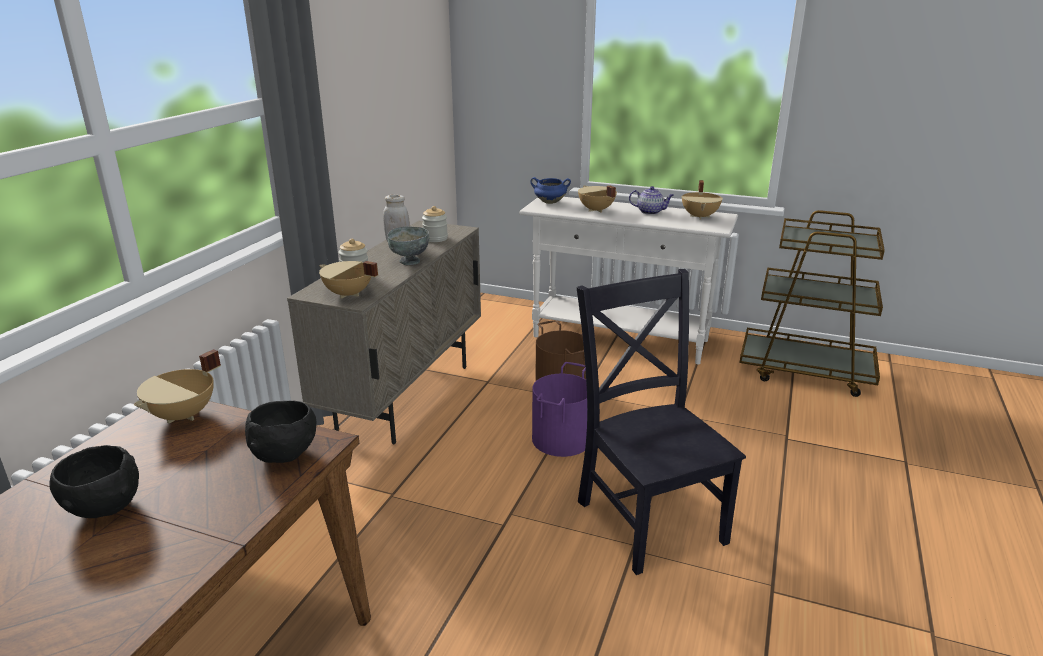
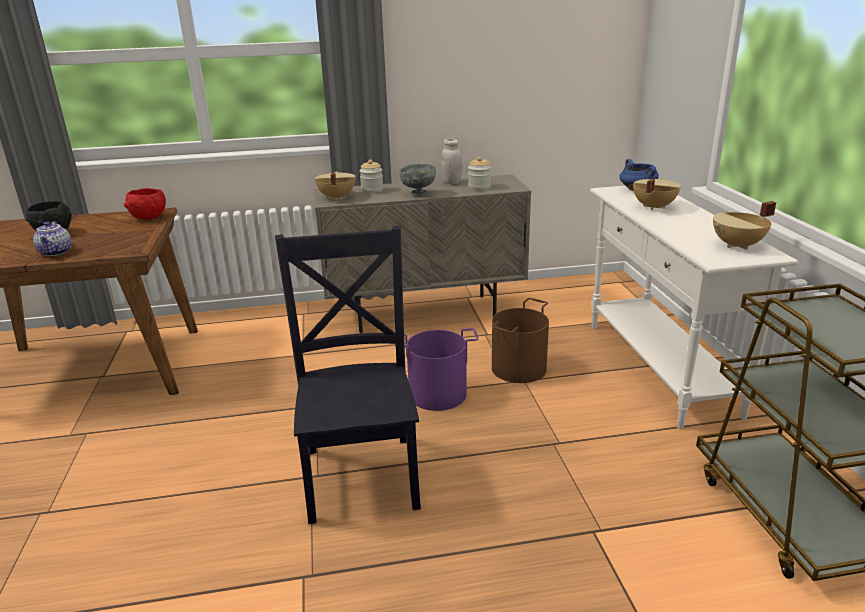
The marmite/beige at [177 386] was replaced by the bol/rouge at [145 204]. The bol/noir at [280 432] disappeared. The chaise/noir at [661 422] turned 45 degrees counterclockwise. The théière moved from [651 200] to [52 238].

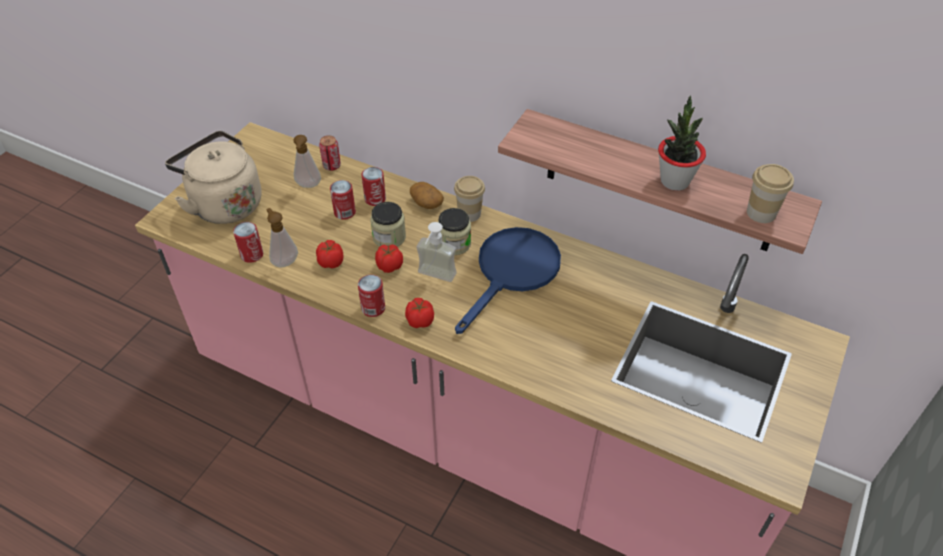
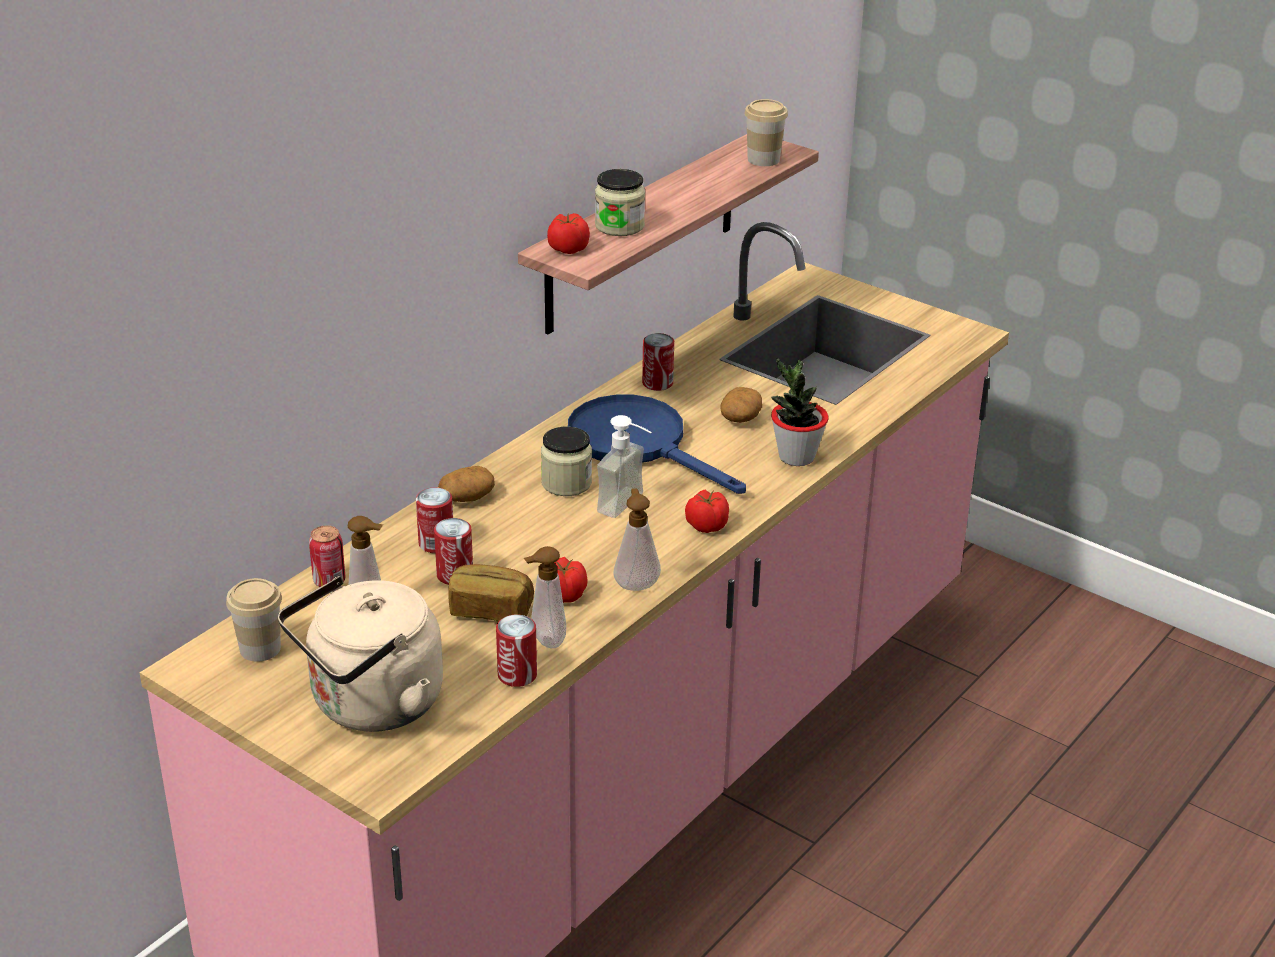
The boîte métallique moved from [371 296] to [658 362]. The bocal moved from [388 224] to [620 202]. The tomate moved from [389 258] to [568 233]. The tasse moved from [469 199] to [254 620]. The plante en pot moved from [682 143] to [800 412]. The pain at [491 593] appeared. The distributeur de savon at [637 539] appeared. The pomme de terre at [741 405] appeared.

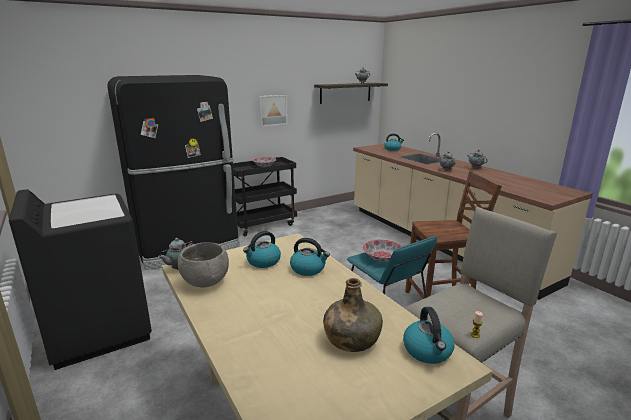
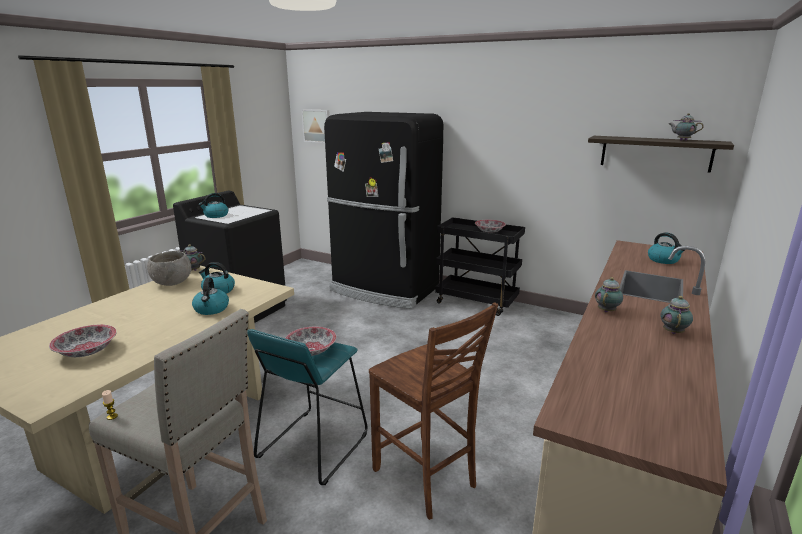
The tableau moved from [273 110] to [316 126]. The bouteille/vert at [353 315] was replaced by the bol at [83 341]. The bouilloire moved from [428 335] to [213 205].

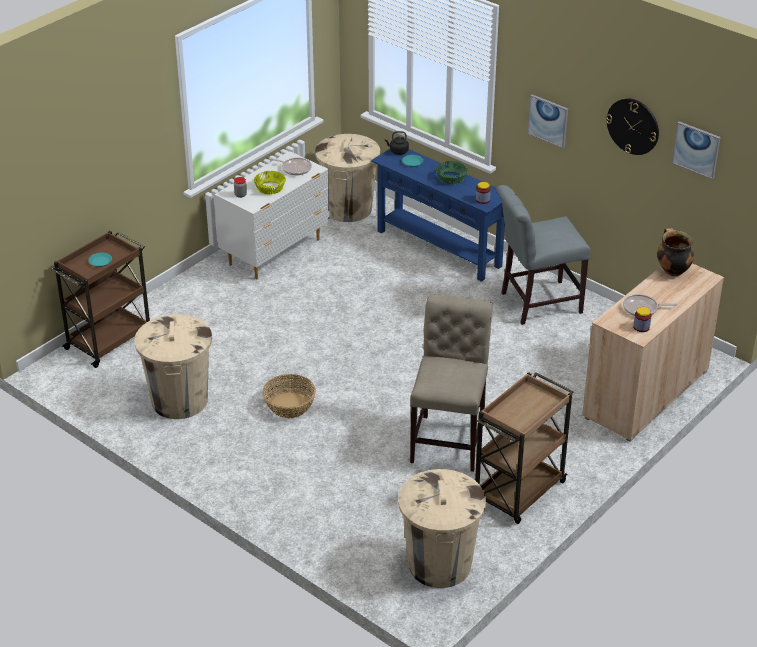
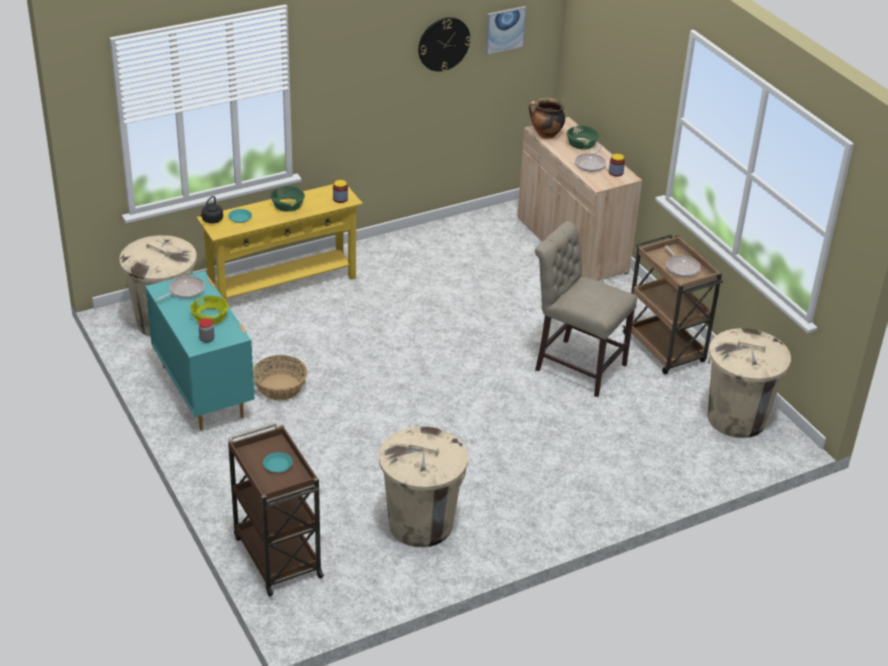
The commode/blanc at [272 215] became the commode/turquoise at [200 350]. The panier moved from [289 396] to [280 377]. The table console/bleu at [438 215] became the table console/jaune at [279 242]. The chaise/gris at [543 255] disappeared. The tableau at [548 121] disappeared. The bol/vert at [583 137] appeared. The poêle at [683 261] appeared.

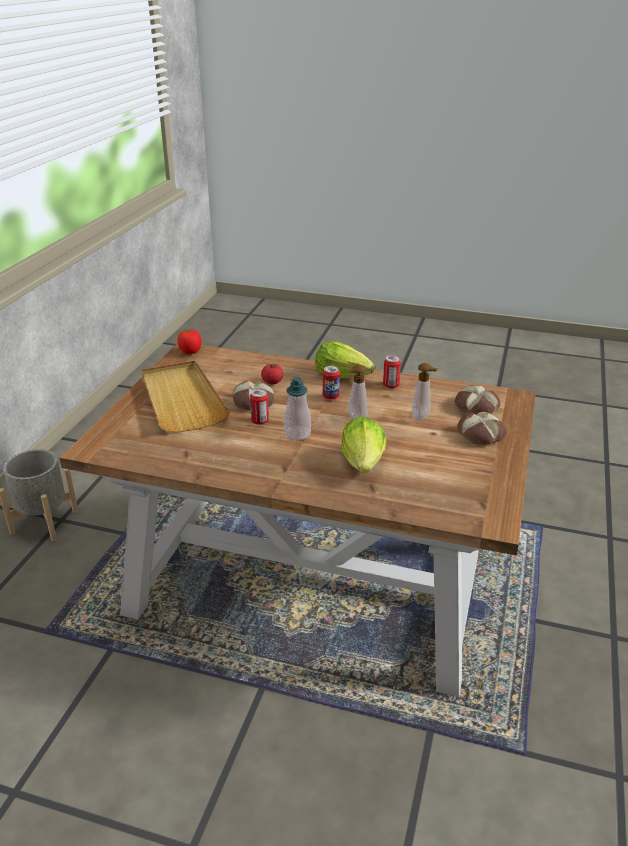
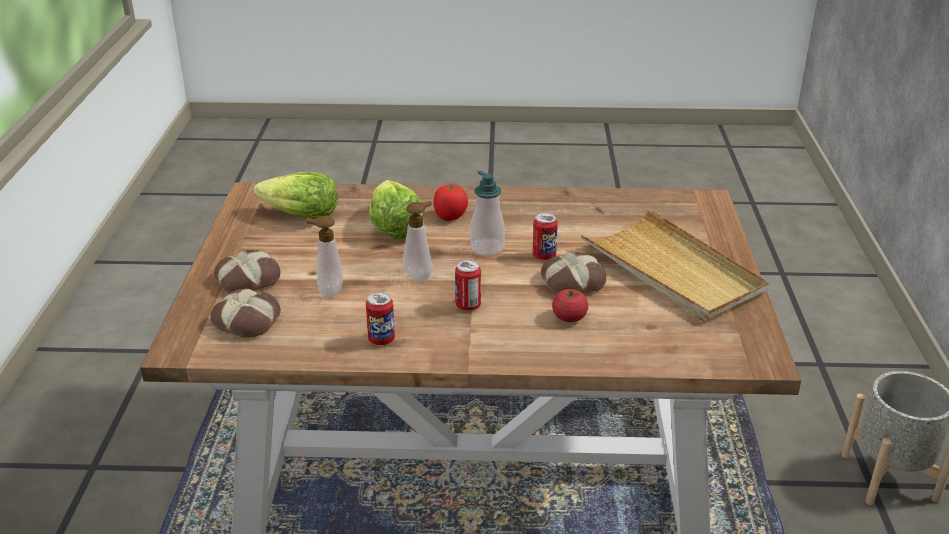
The tomate moved from [189 341] to [451 202]. The laitue moved from [345 359] to [295 195].

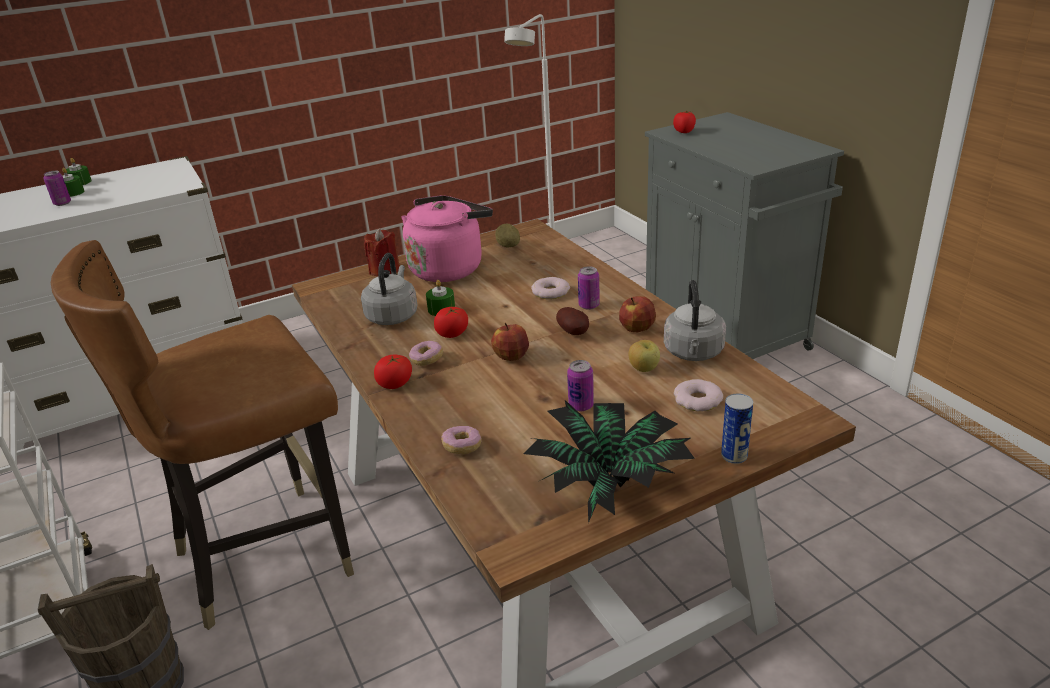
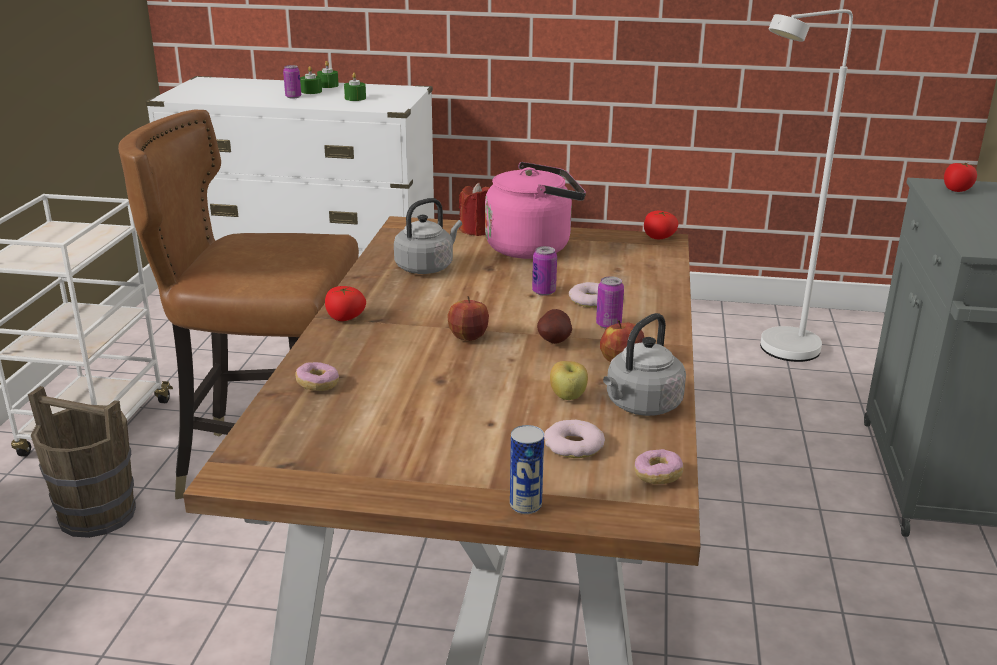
The beignet moved from [426 353] to [659 466]. The bougie/vert moved from [440 298] to [355 87]. The tomate moved from [451 322] to [661 225]. The pomme de terre at [507 236] disappeared. The plante en pot at [609 461] disappeared. The boîte métallique moved from [580 385] to [544 271].

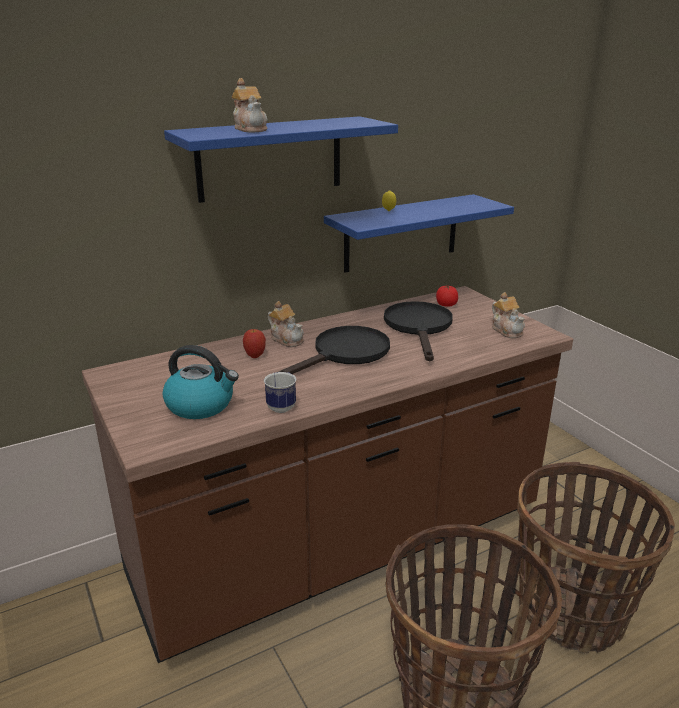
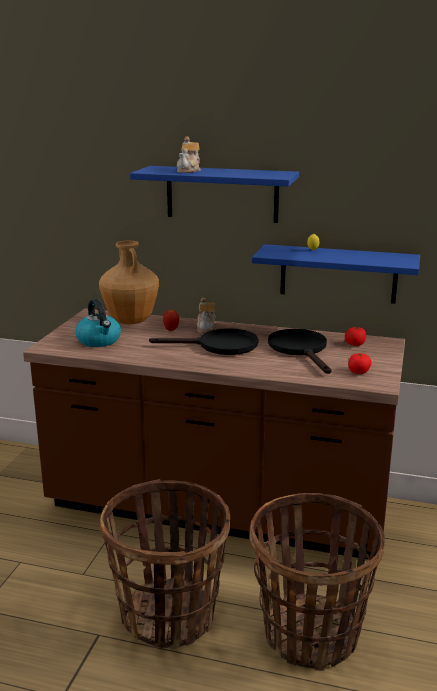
The mug at [280 392] disappeared. The poêle/noir at [418 331] turned 60 degrees counterclockwise. The théière at [508 315] was replaced by the tomate at [359 363]. The vase/marron at [129 282] appeared.

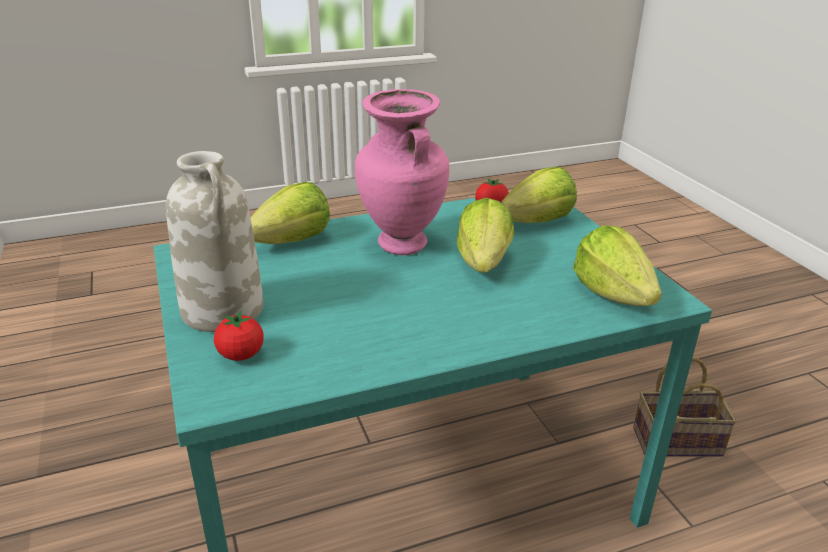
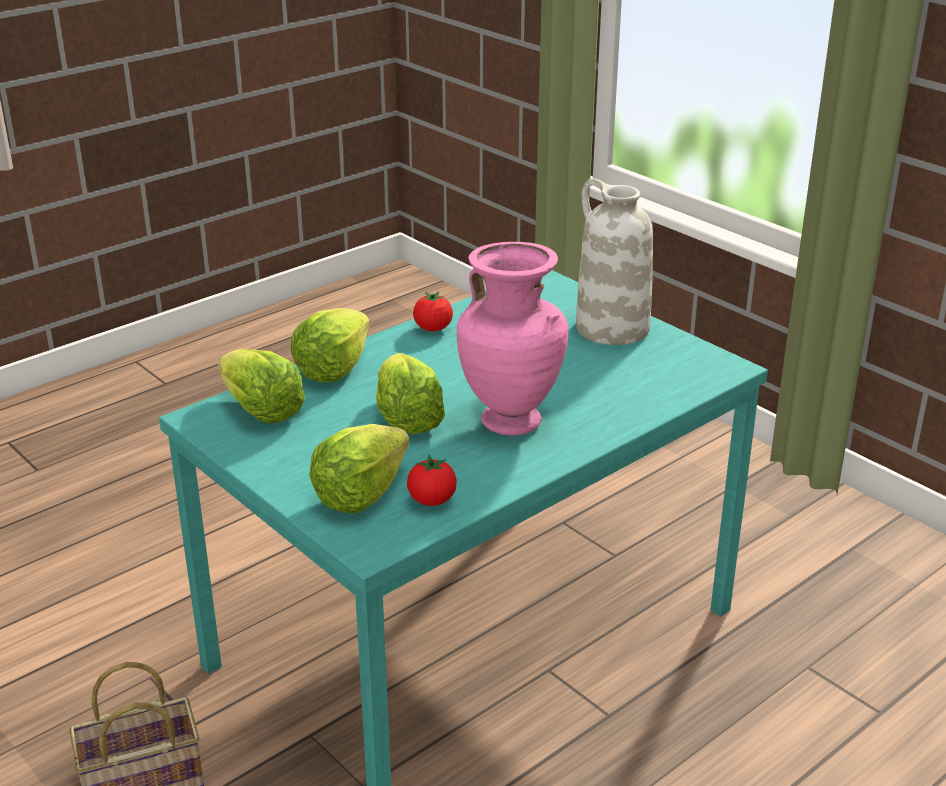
The tomate moved from [239 336] to [433 311]. The laitue moved from [290 213] to [330 345].

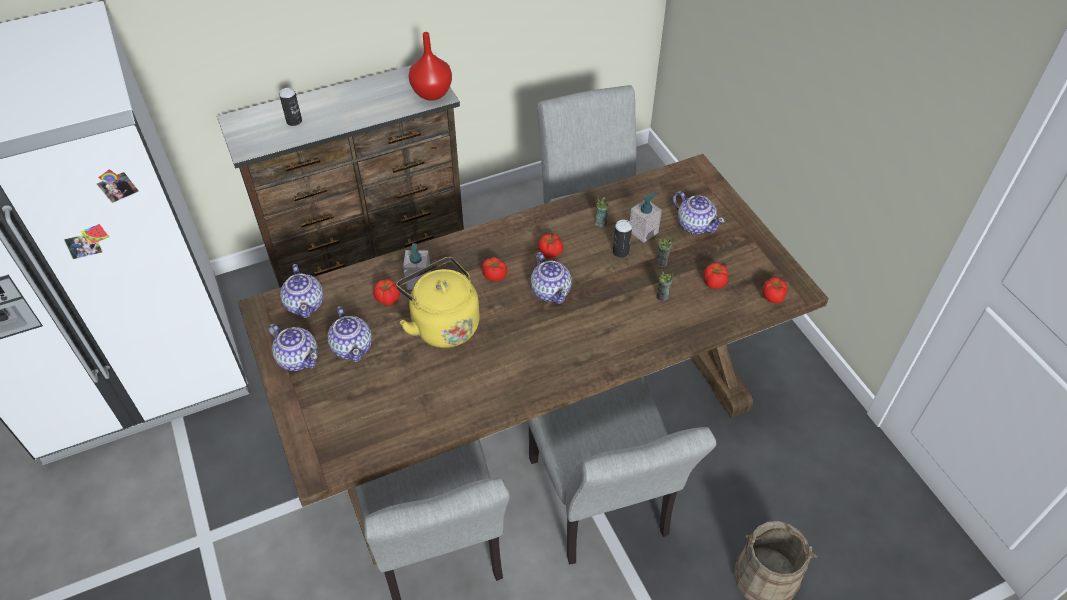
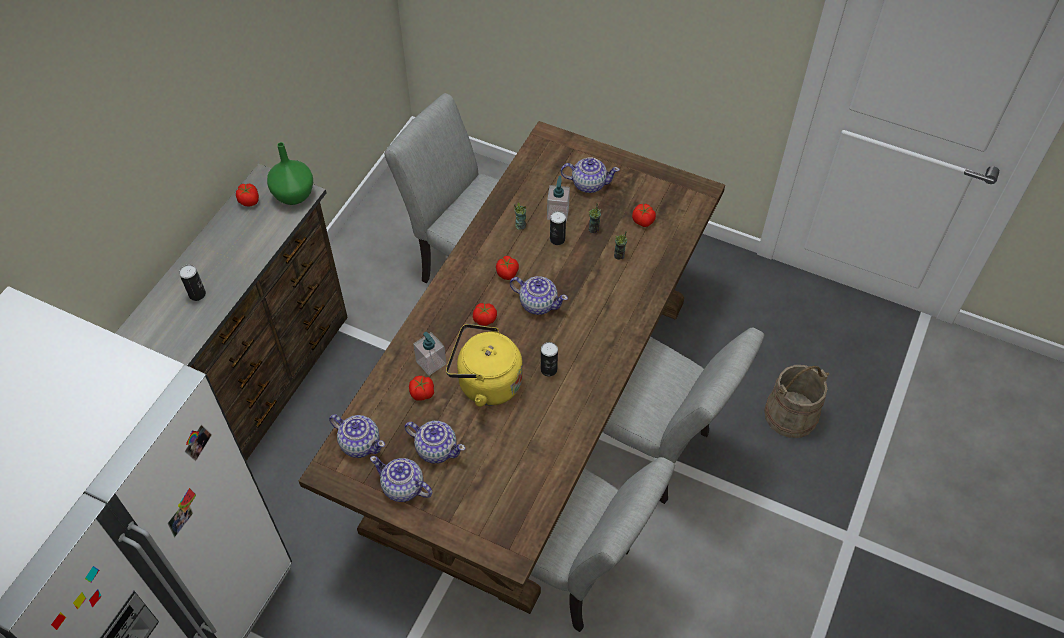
The théière at [293 347] turned 150 degrees counterclockwise. The vase/rouge at [430 66] became the vase/vert at [290 173]. The tomate moved from [775 290] to [247 195]. The boîte métallique at [549 359] appeared.

